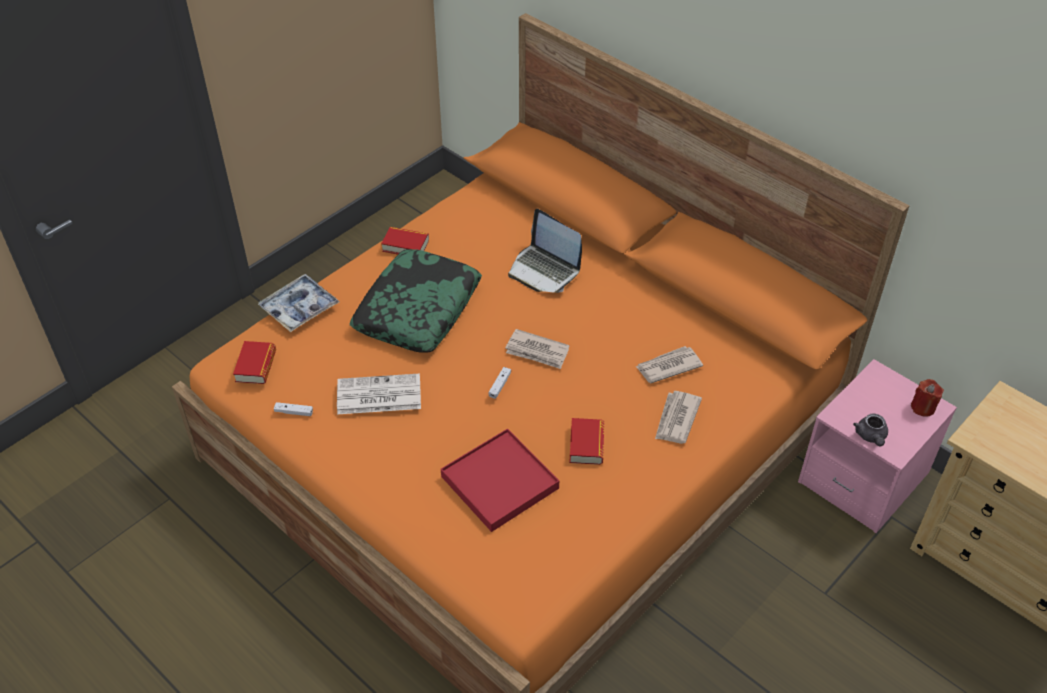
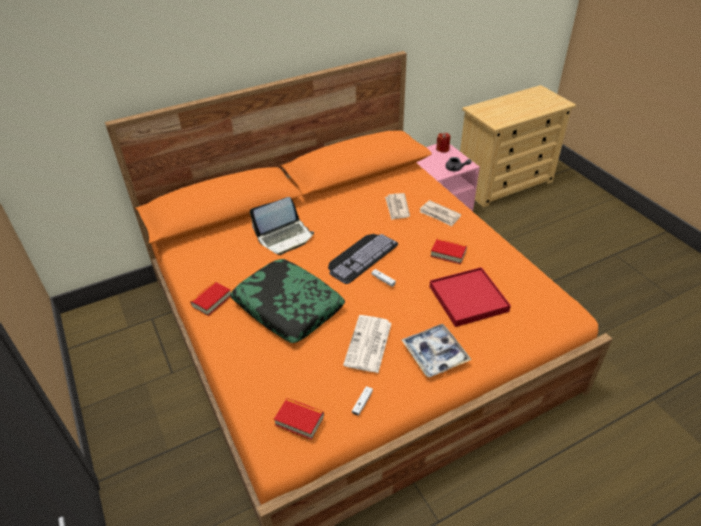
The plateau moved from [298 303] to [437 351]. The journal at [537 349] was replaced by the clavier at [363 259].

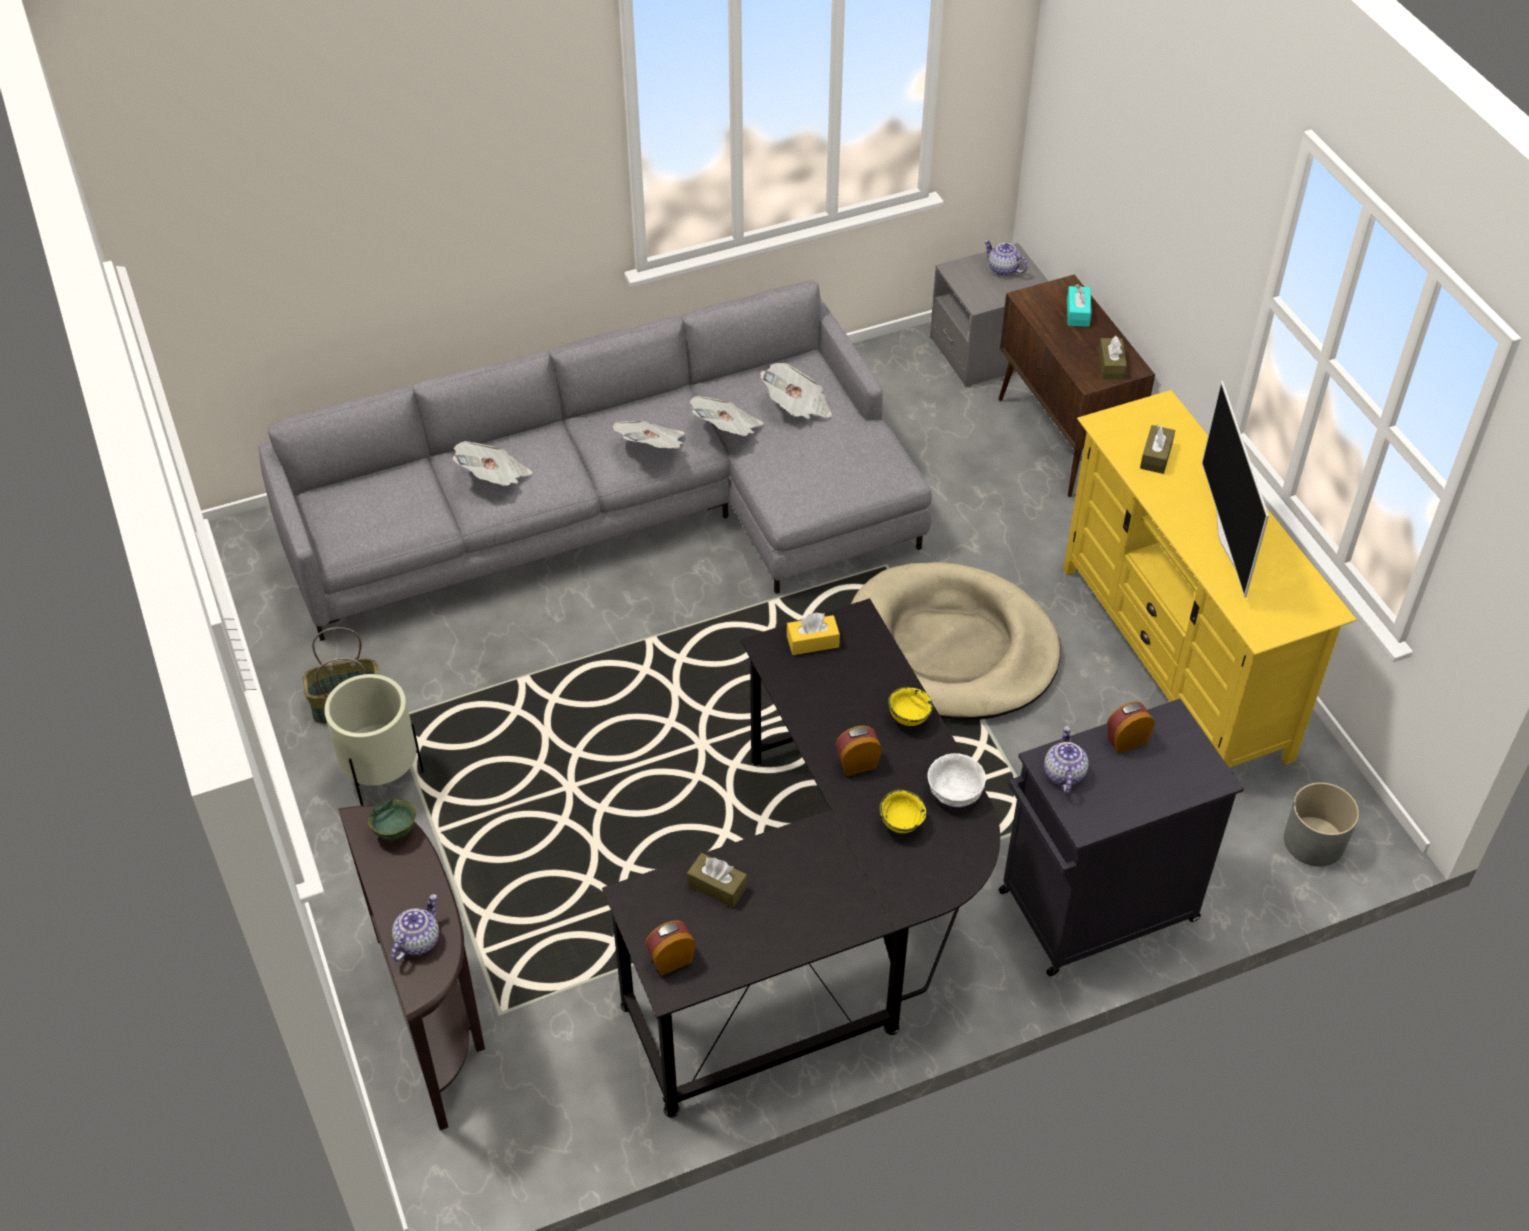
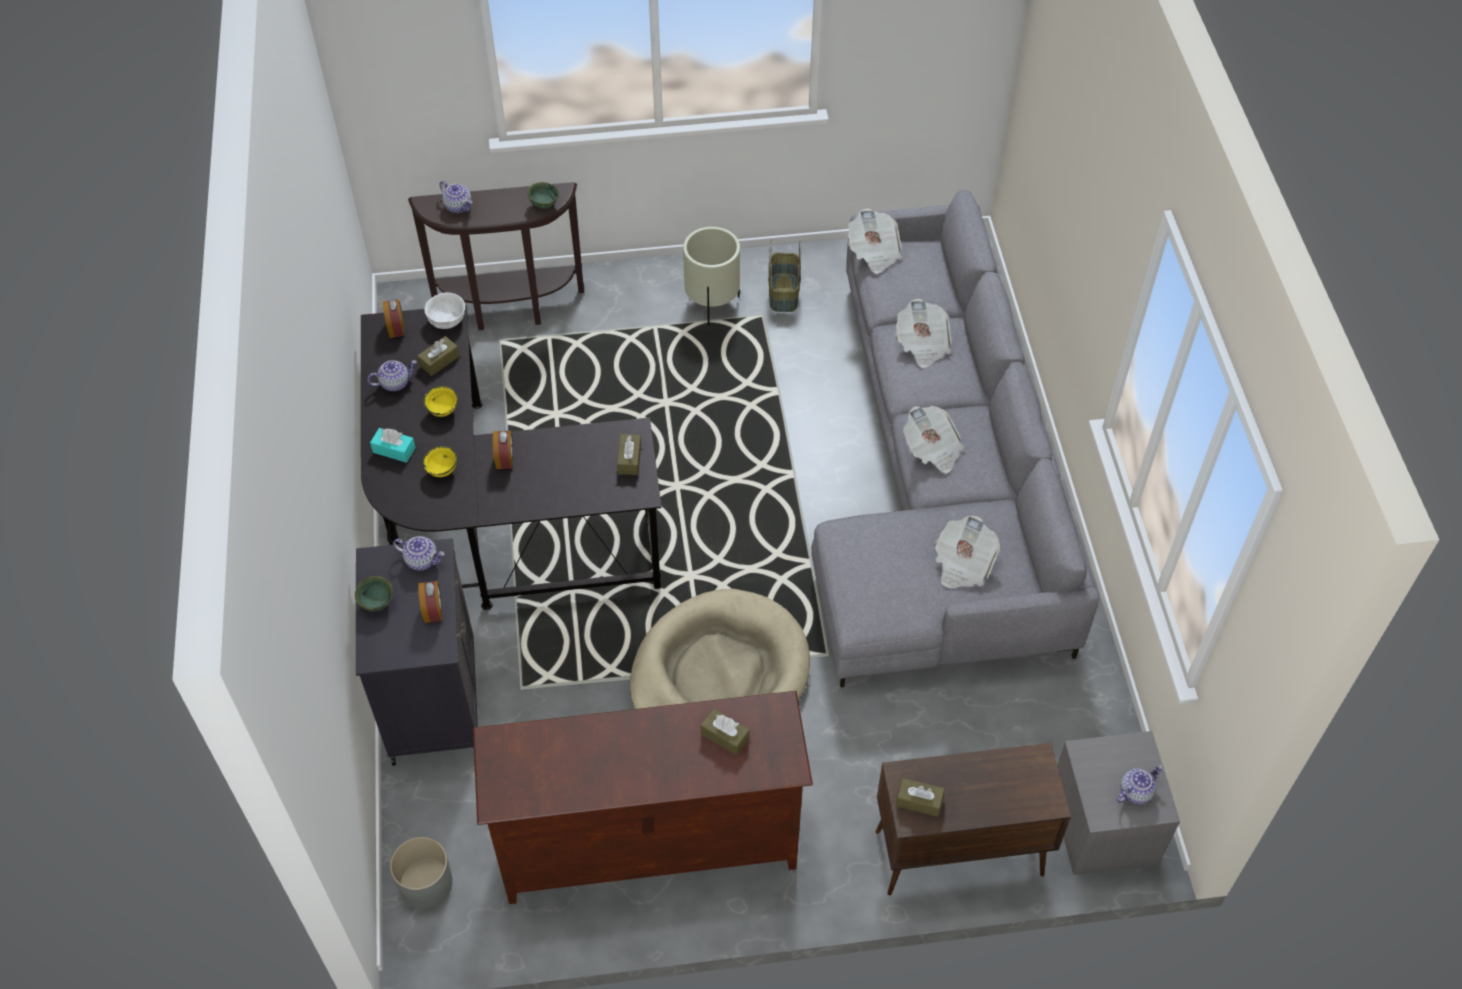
The journal moved from [727 416] to [875 241]. The boîte à mouchoirs/jaune at [813 634] became the boîte à mouchoirs/marron at [629 454]. The bol/jaune moved from [910 706] to [440 401]. The bol/blanc moved from [956 780] to [445 310]. The meuble télé/jaune at [1210 579] became the meuble télé/marron at [643 797]. The boîte à mouchoirs/turquoise moved from [1079 305] to [393 445]. The téléviseur at [1235 489] disappeared. The bol/vert at [374 593] appeared. The théière at [392 375] appeared.

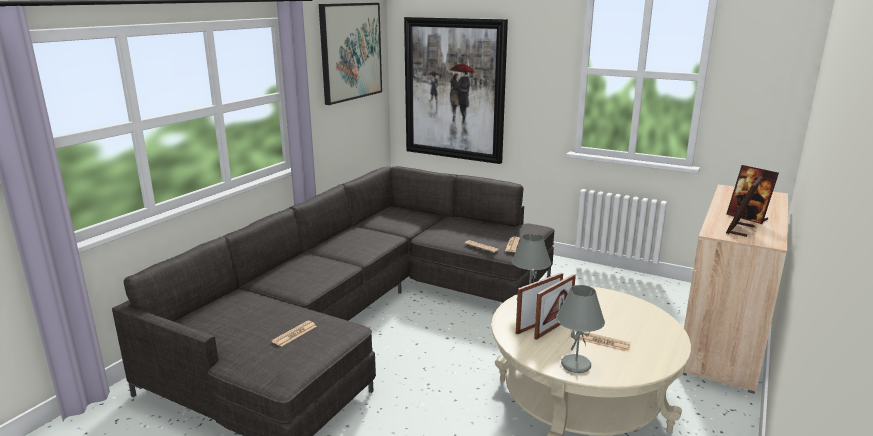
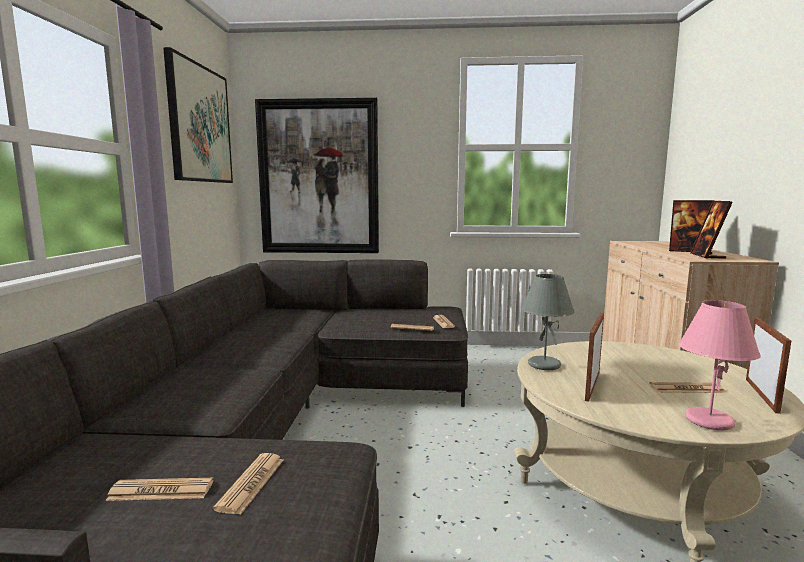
The cadre photo moved from [555 307] to [768 366]. The lampe de table/gris at [580 329] became the lampe de table/rose at [720 365]. The journal at [159 489] appeared.

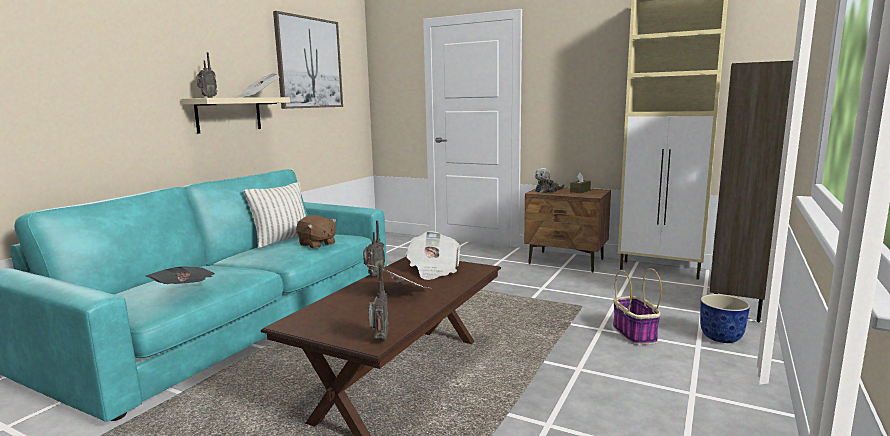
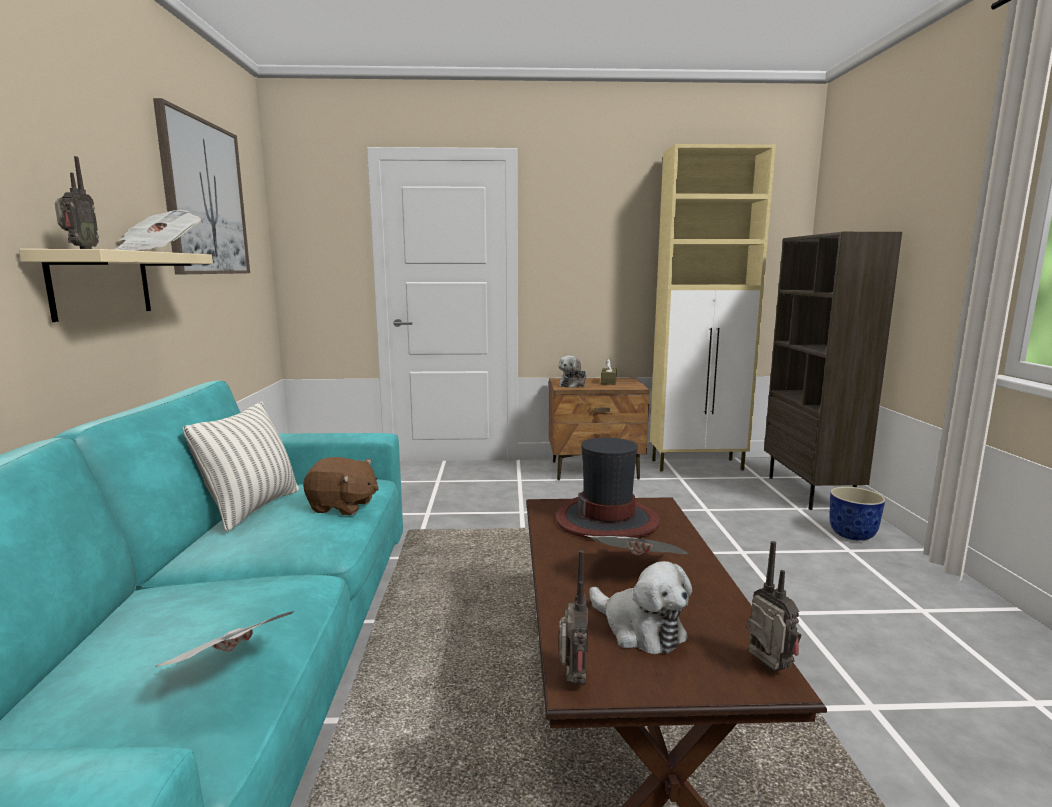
The radio moved from [374 248] to [573 617]. The journal at [433 255] was replaced by the chapeau at [607 487]. The panier at [637 306] disappeared. The peluche at [640 607] appeared.

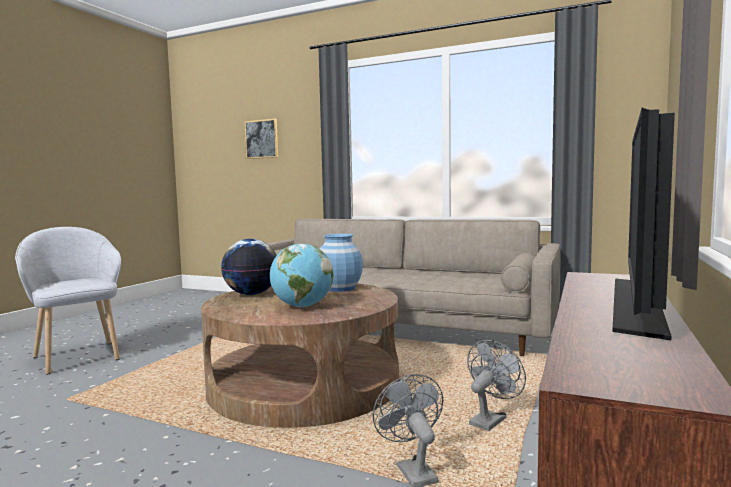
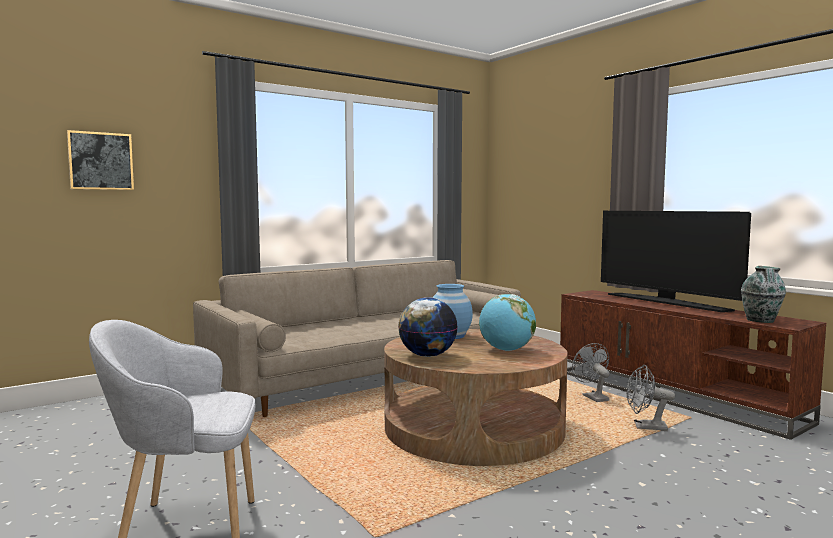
The vase at [763 294] appeared.

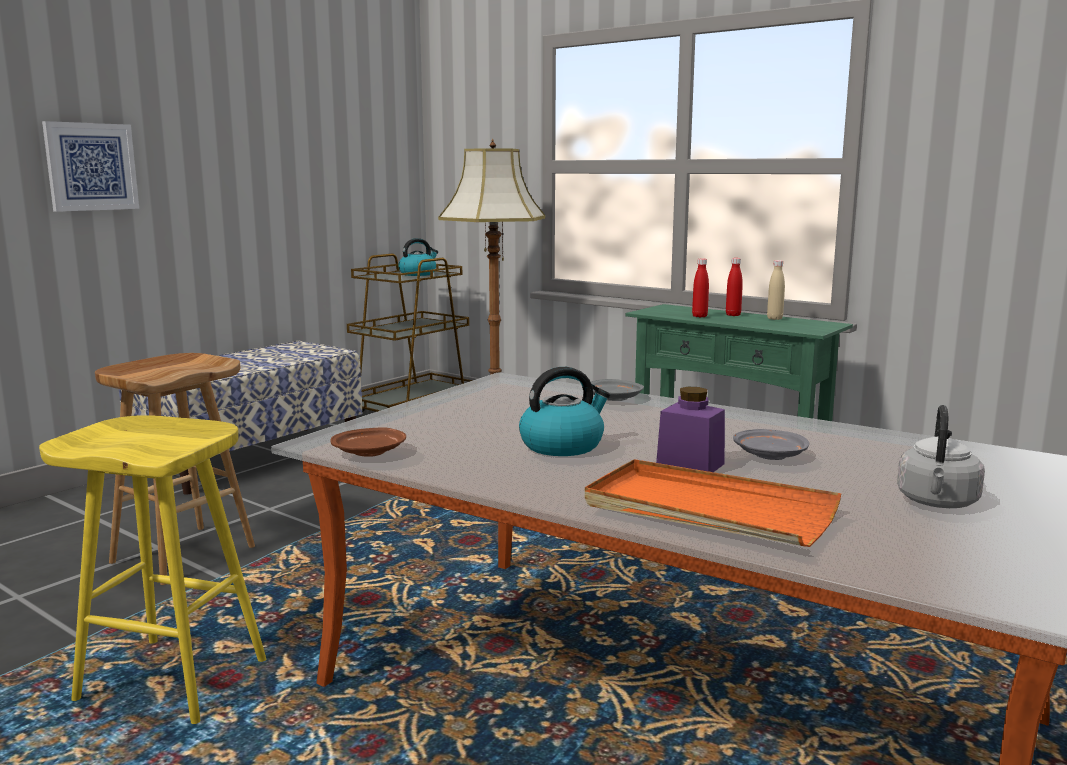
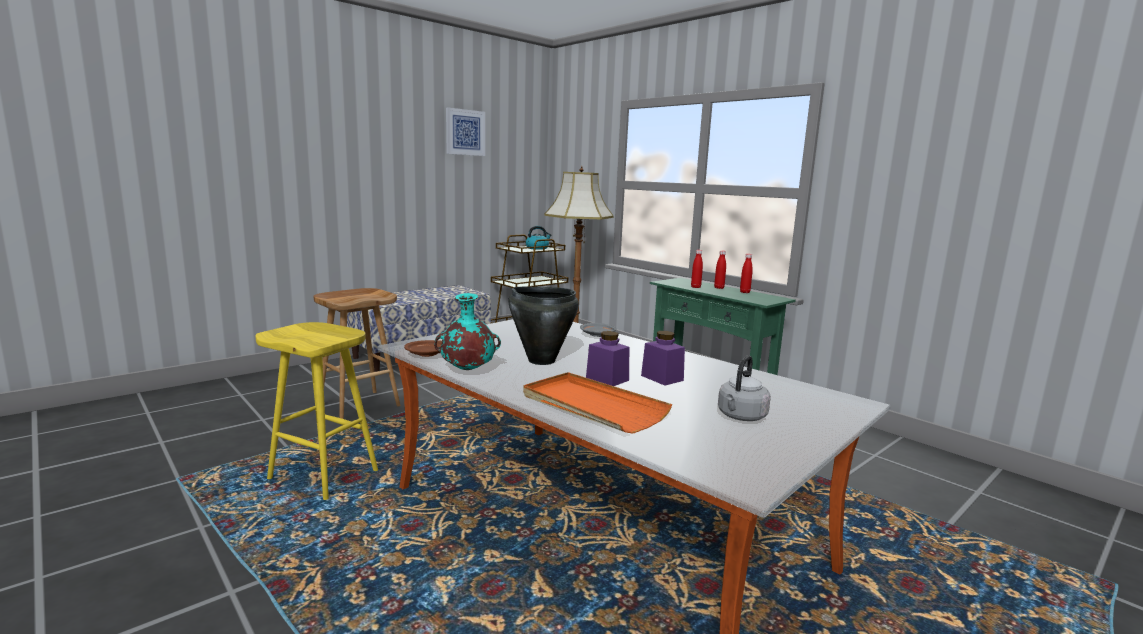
The tableau moved from [90 166] to [465 131]. The bouilloire at [564 411] was replaced by the marmite/noir at [543 326]. The assiette/gris at [771 444] was replaced by the bocal/violet at [663 358]. The bouteille/beige at [776 290] became the bouteille/rouge at [746 273]. The vase/turquoise at [467 331] appeared.

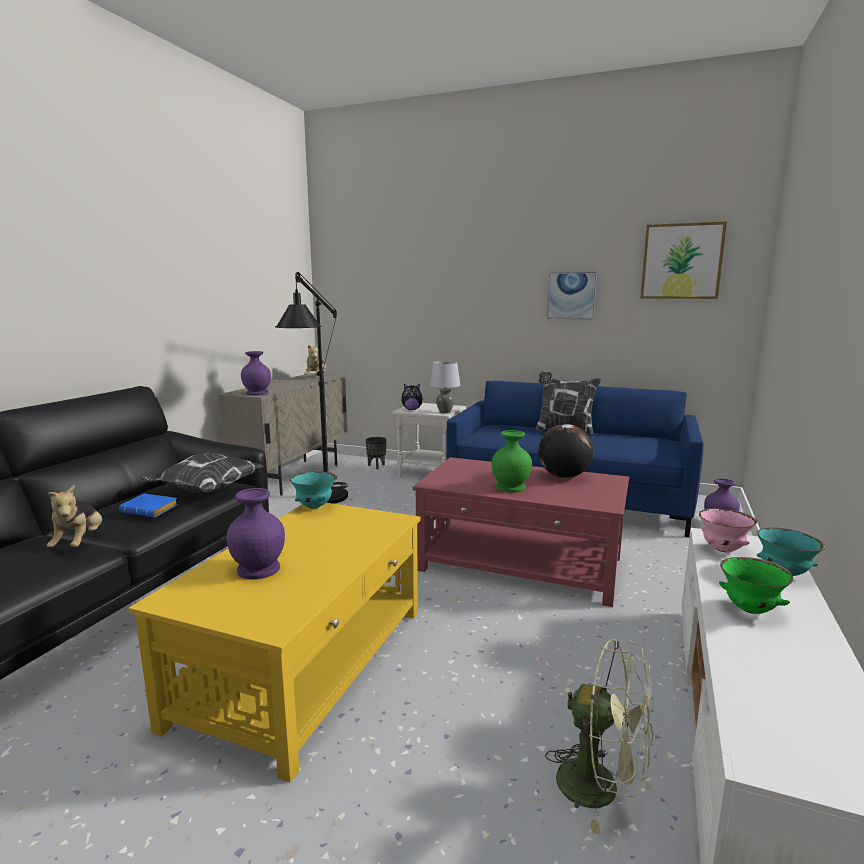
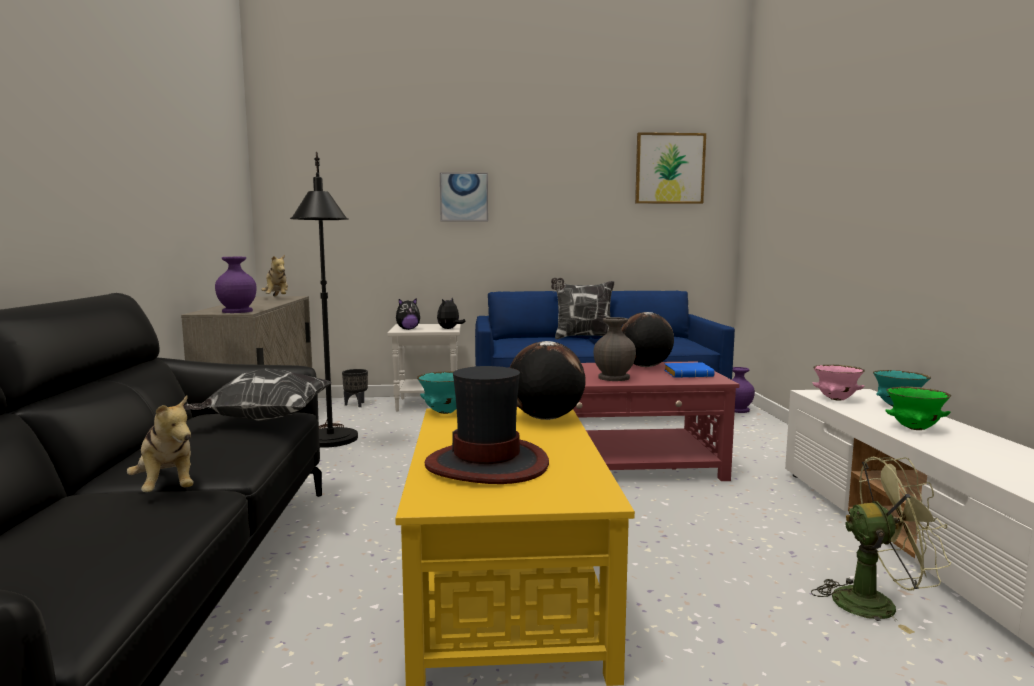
The livre/bleu moved from [148 505] to [689 370]. The vase/violet at [256 533] was replaced by the chapeau at [487 425]. The lampe de table/gris at [445 387] was replaced by the peluche at [451 313]. The vase/vert at [512 461] became the vase/gris at [614 349]. The tableau moved from [572 296] to [464 197]. The globe at [548 380] appeared.

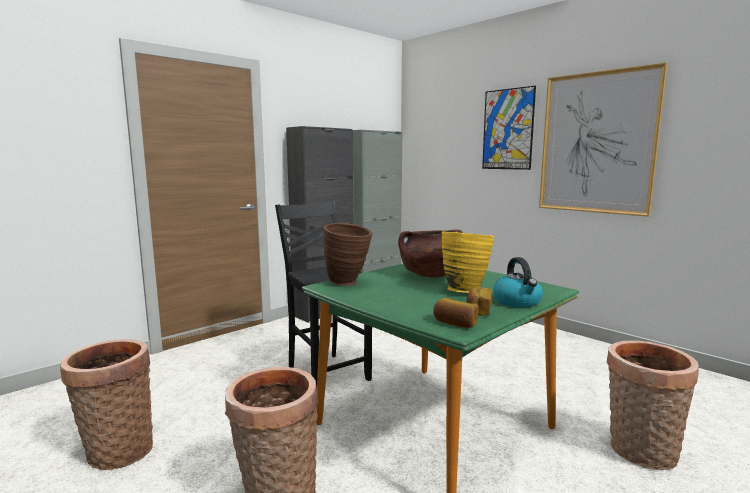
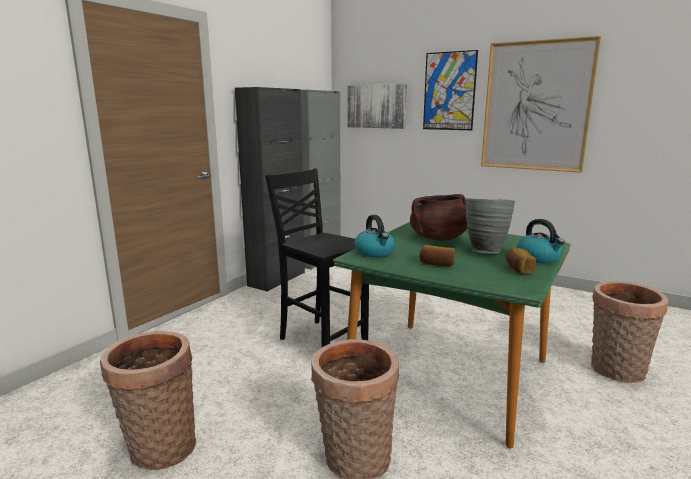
The vase/marron at [348 254] was replaced by the bouilloire at [375 236]. The pain moved from [456 313] to [437 256]. The vase/jaune at [467 262] became the vase/gris at [490 226]. The tableau at [377 106] appeared.

